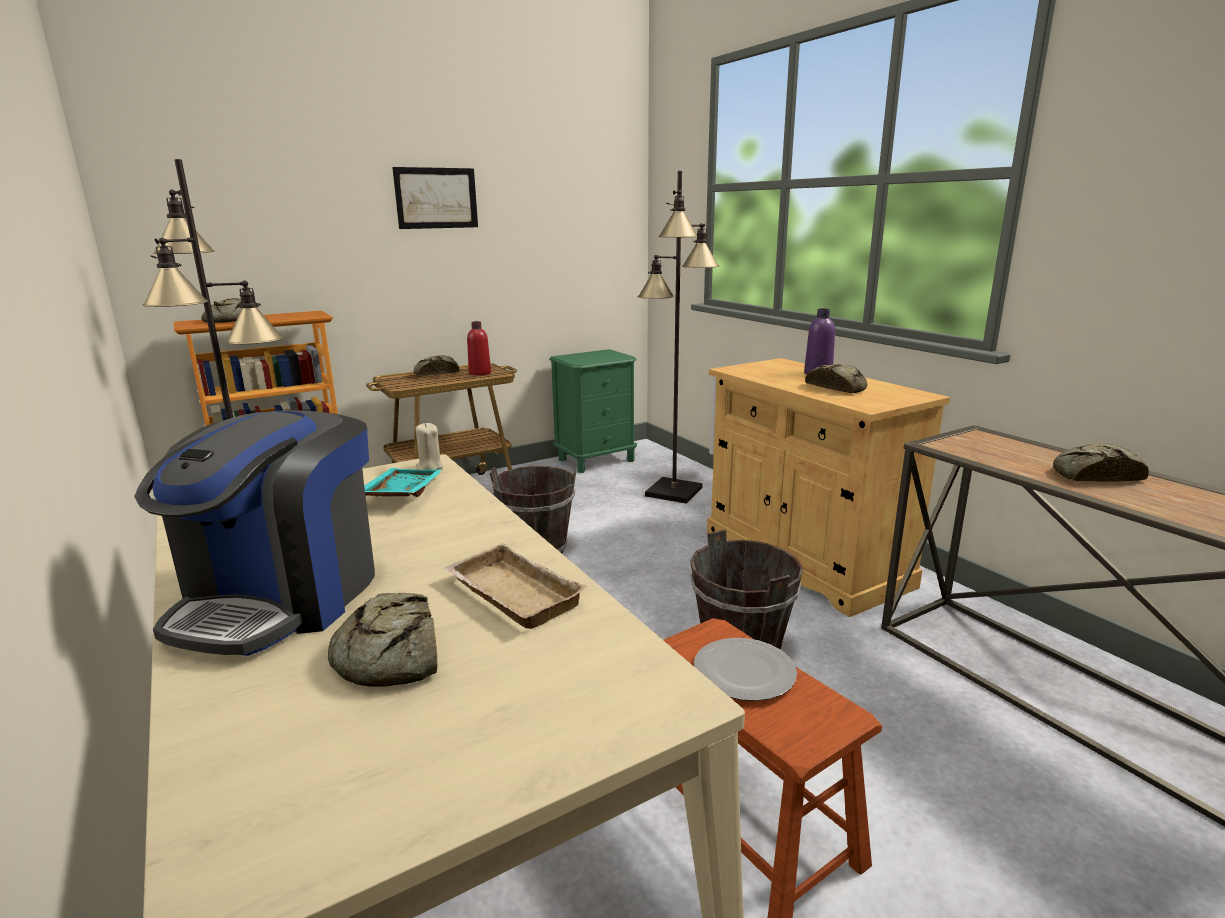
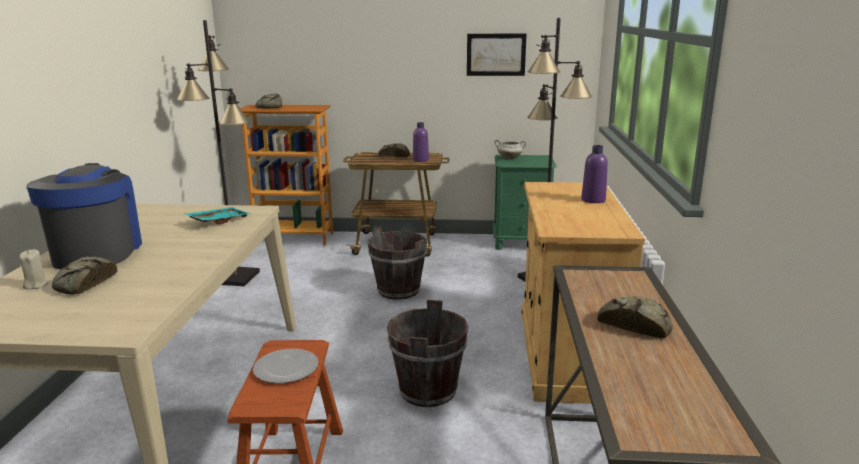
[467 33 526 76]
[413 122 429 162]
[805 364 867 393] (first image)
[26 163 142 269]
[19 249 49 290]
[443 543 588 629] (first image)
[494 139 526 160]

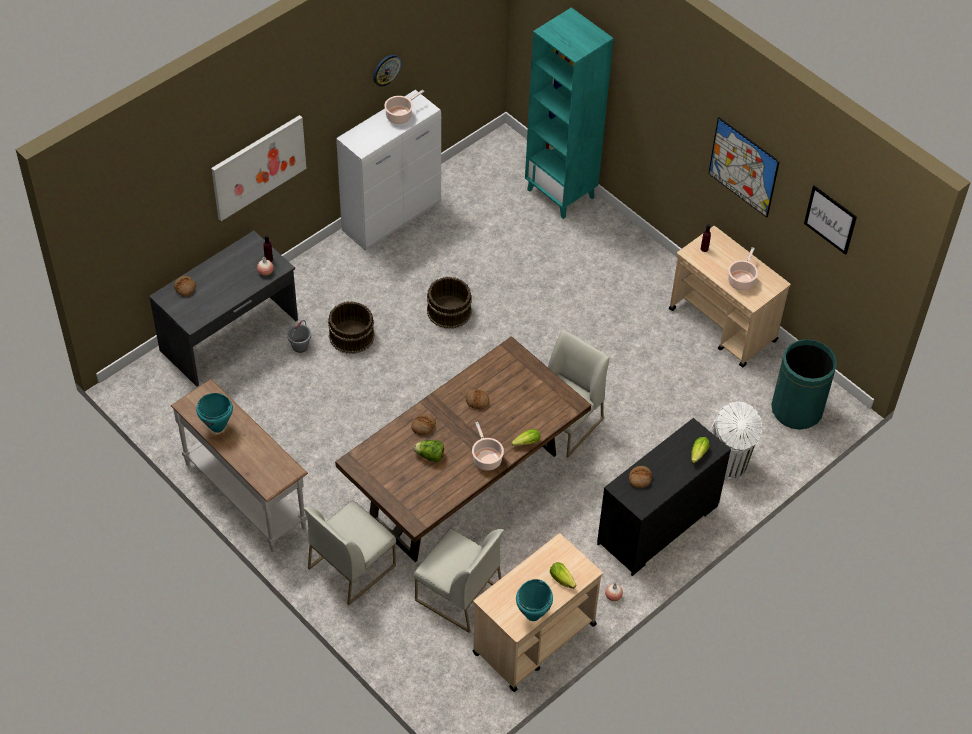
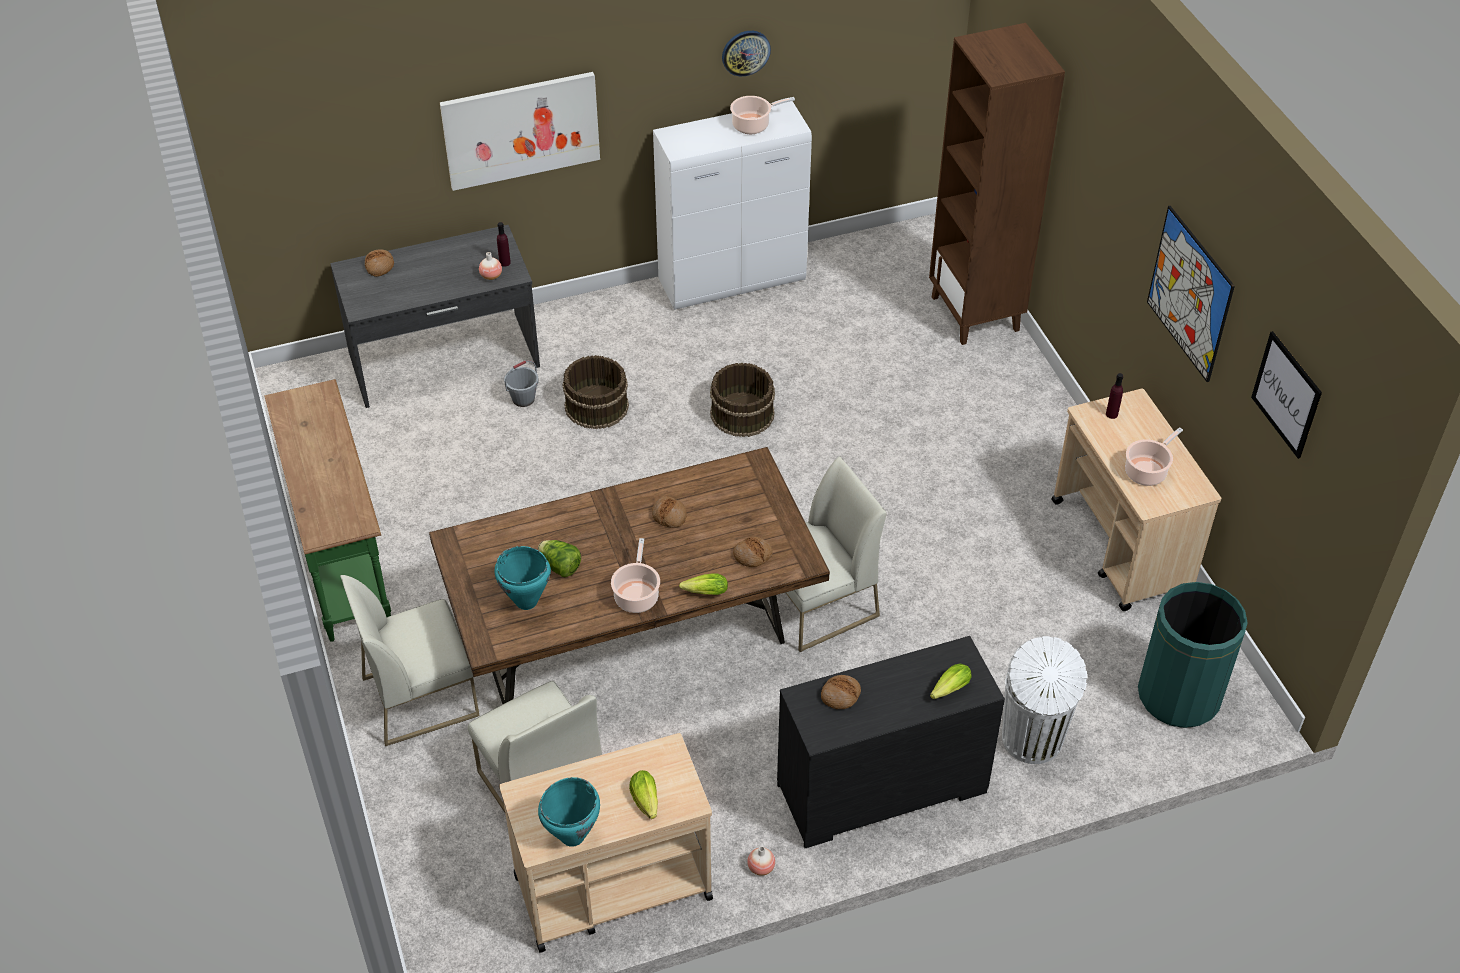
[929 23 1065 345]
[264 379 391 642]
[495 546 551 610]
[733 537 773 567]

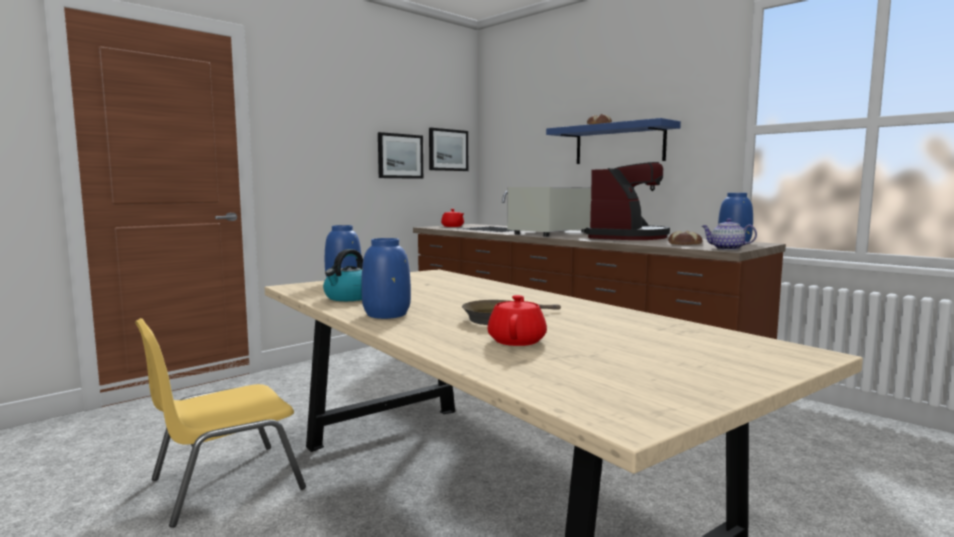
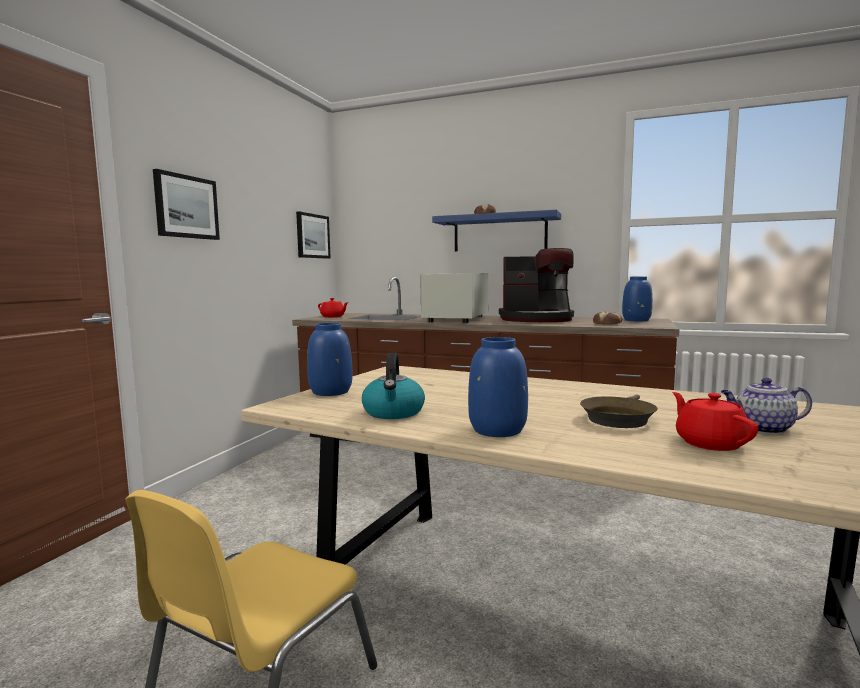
[153 169 220 240]
[499 248 574 322]
[721 378 812 434]

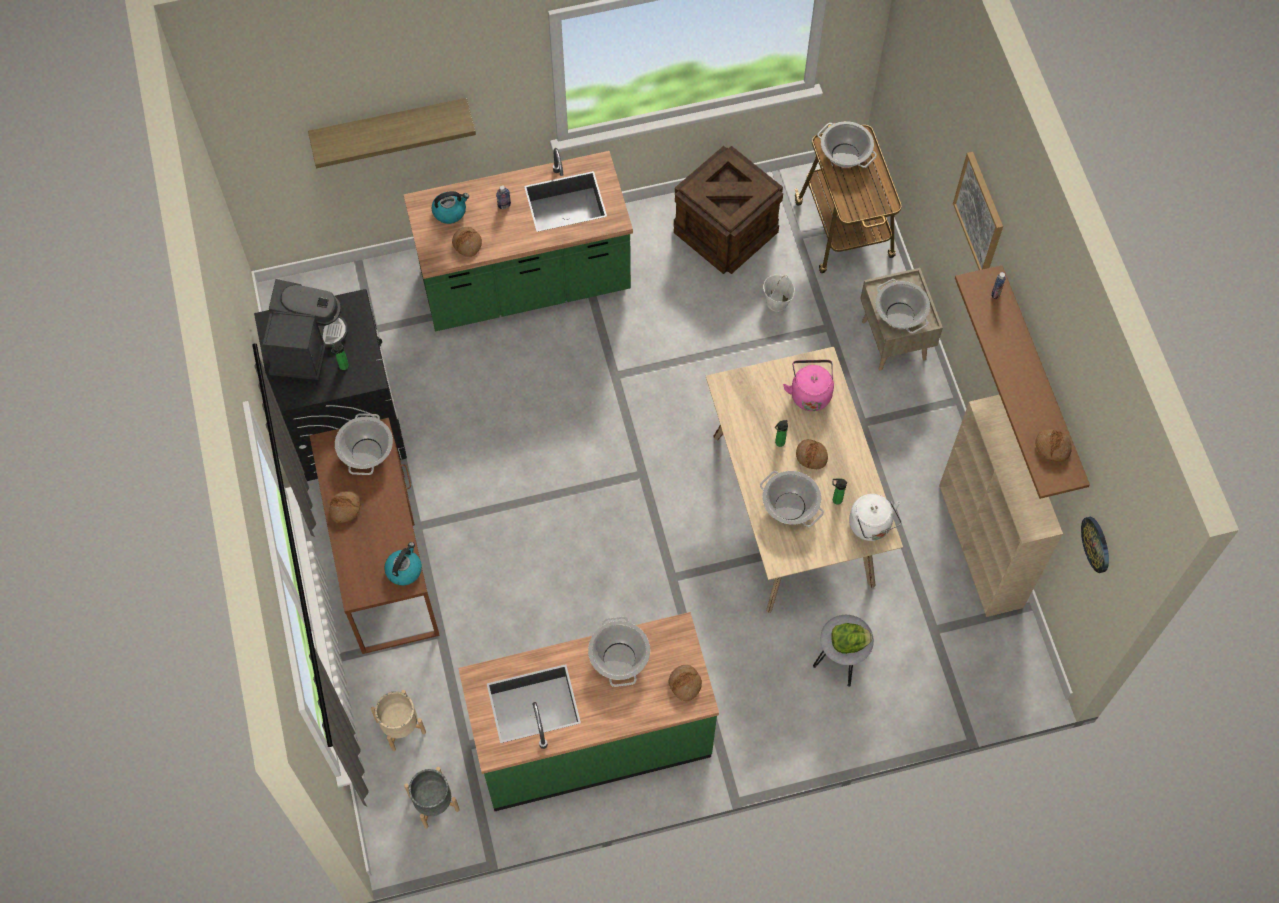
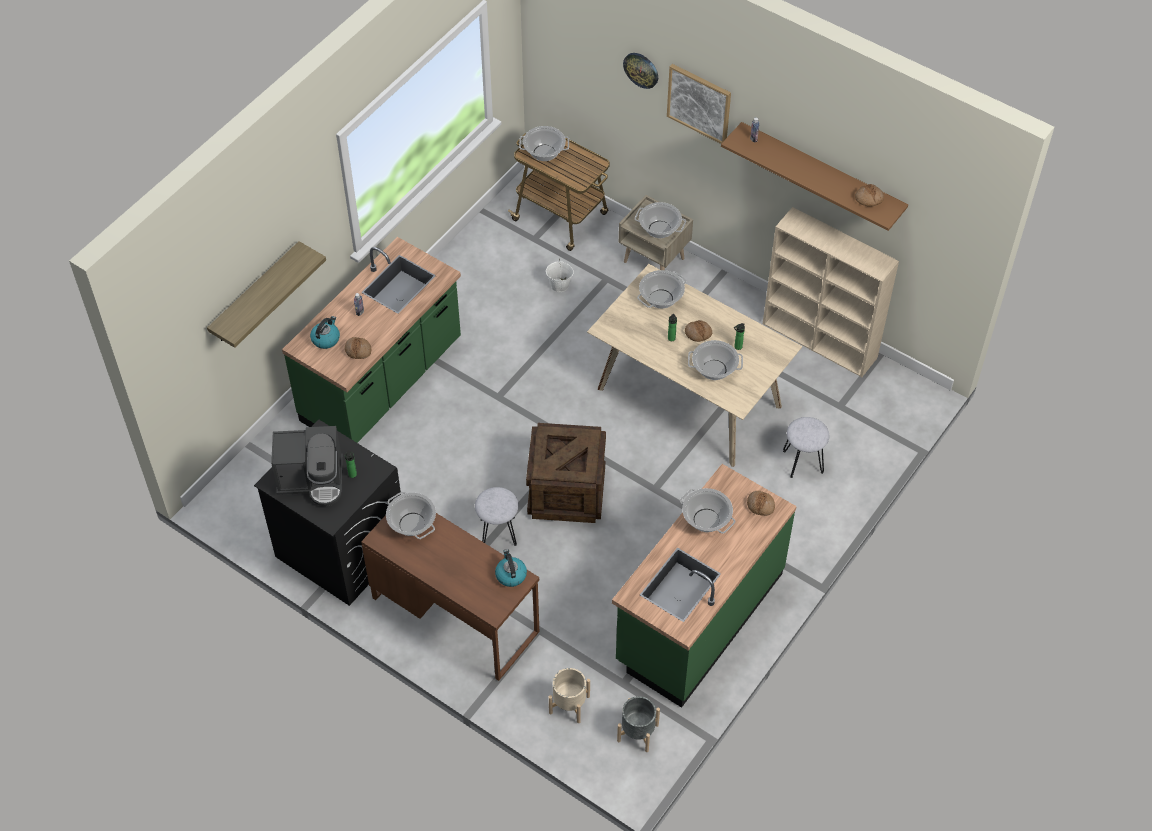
[526 423 606 523]
[271 426 343 506]
[637 270 686 309]
[329 491 361 523] (first image)
[849 494 902 541] (first image)
[623 53 658 89]
[831 623 872 654] (first image)
[475 487 519 546]

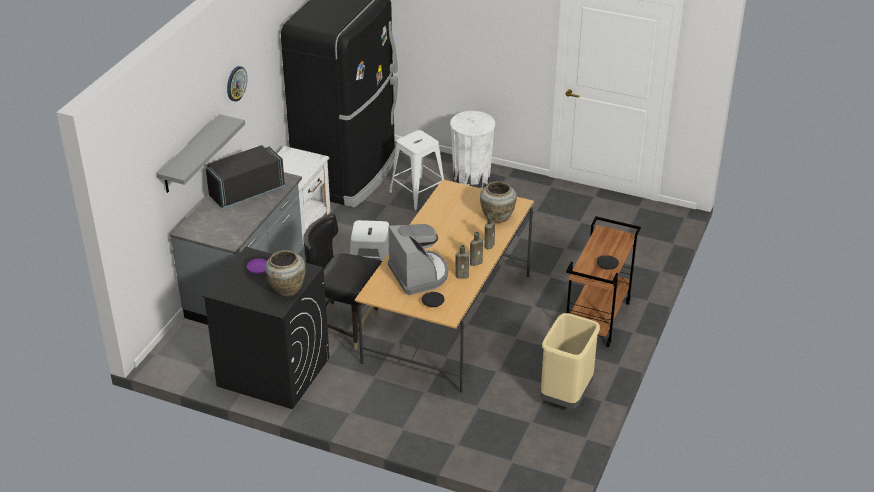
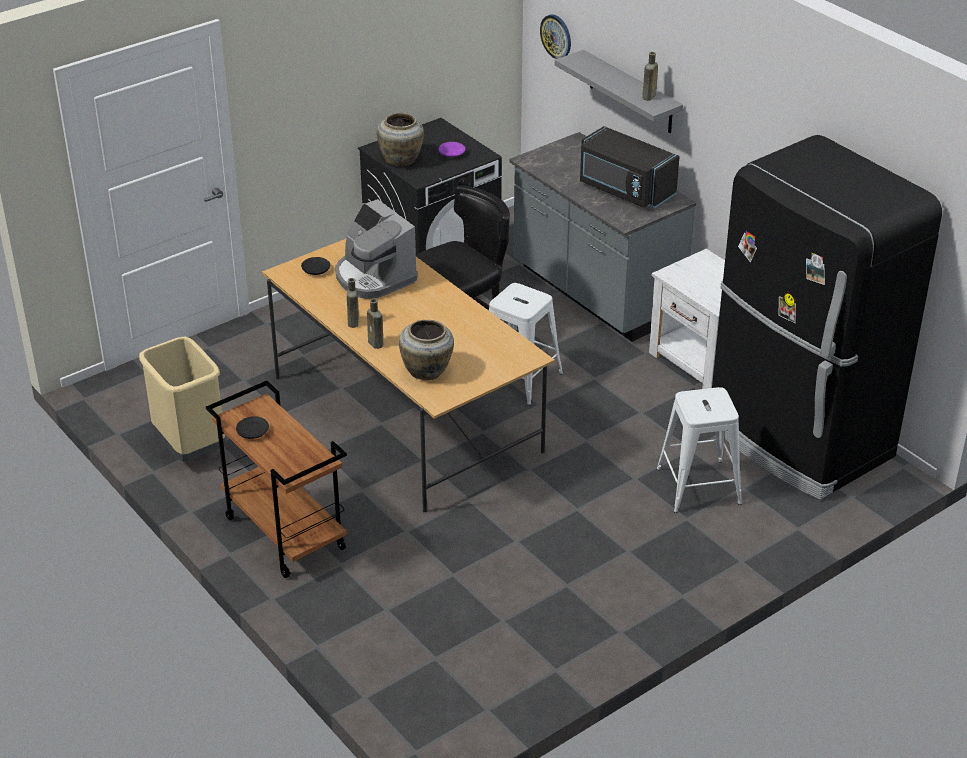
[540 14 571 59]
[450 111 495 189] (first image)
[580 126 680 208]
[335 199 418 299]
[642 52 658 101]

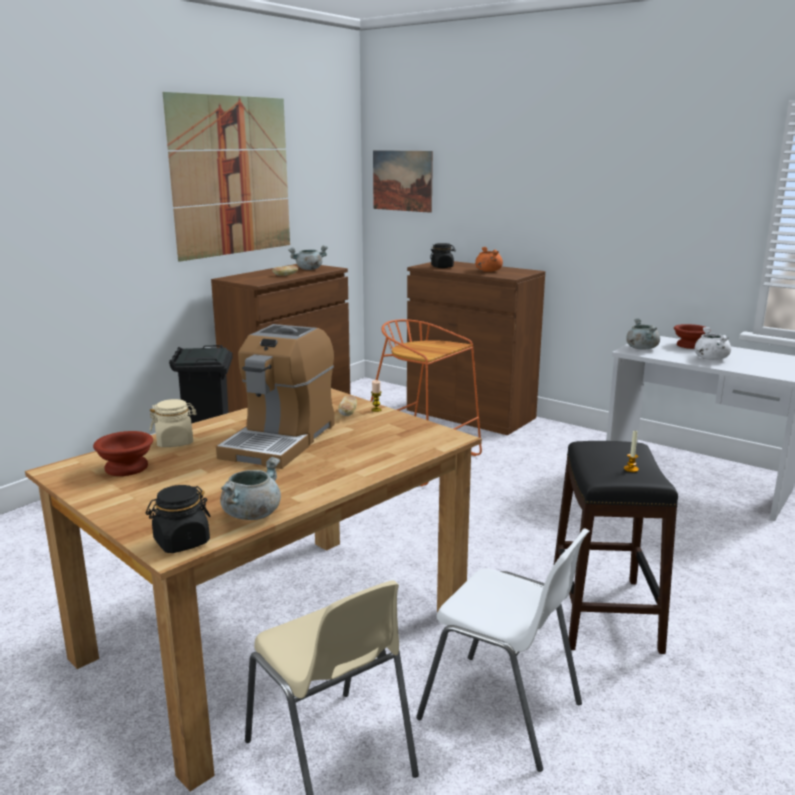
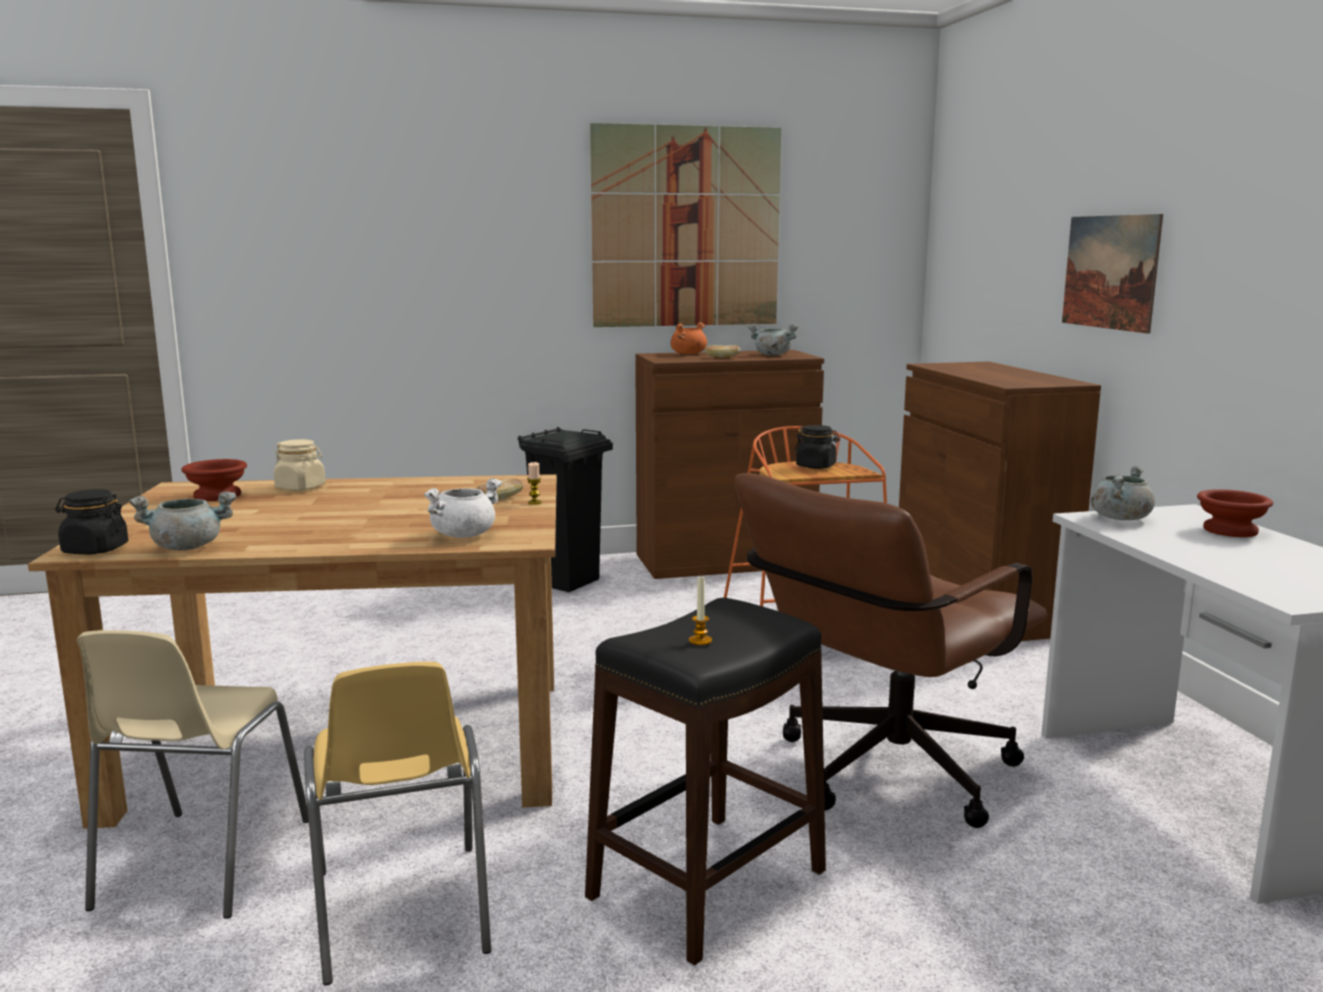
[1062 214 1163 334]
[795 425 840 469]
[670 322 707 354]
[216 324 335 469] (first image)
[424 478 502 538]
[304 662 491 985]
[735 473 1048 828]

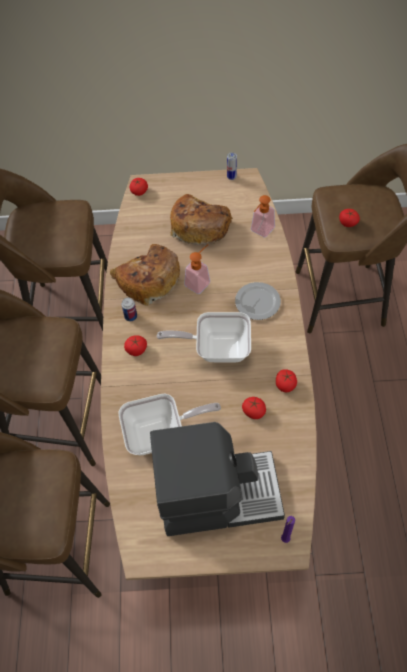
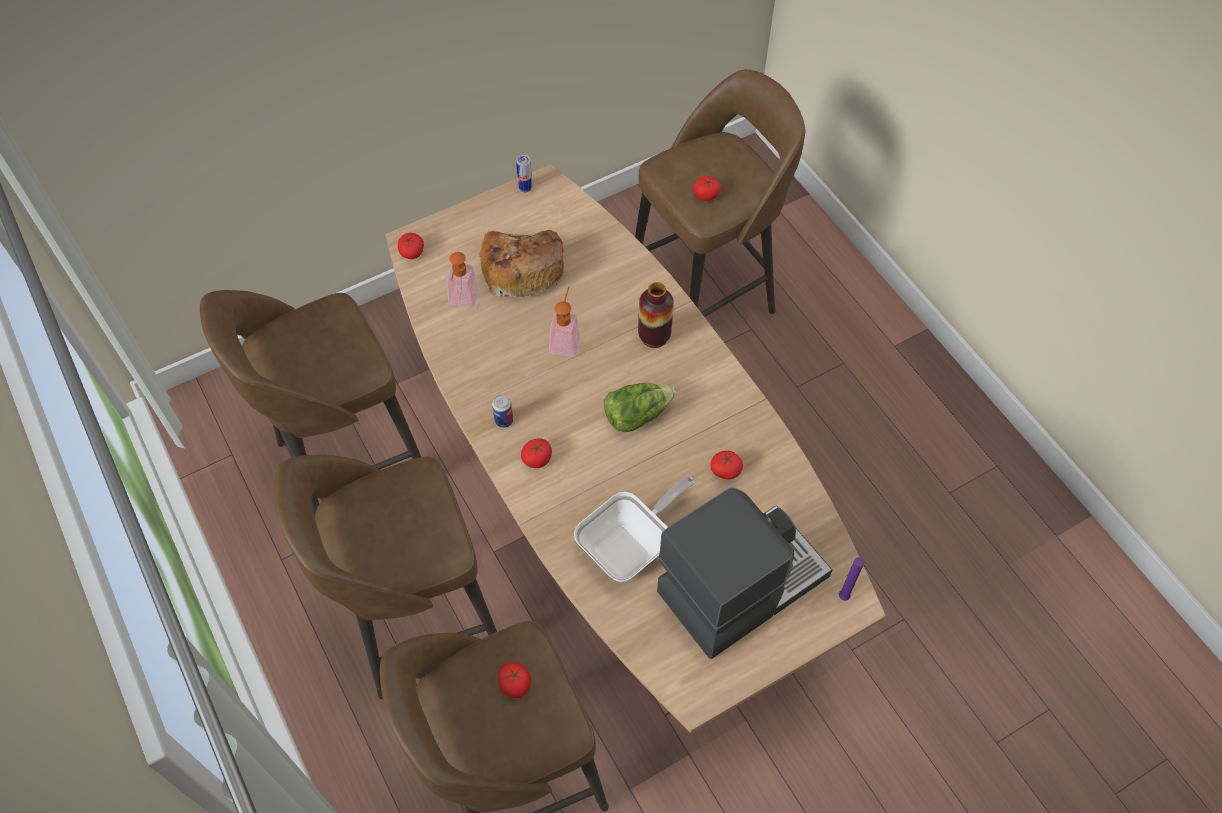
[447 252 480 308]
[110 244 180 306] (first image)
[638 282 674 348]
[604 383 675 432]
[498 662 531 698]

